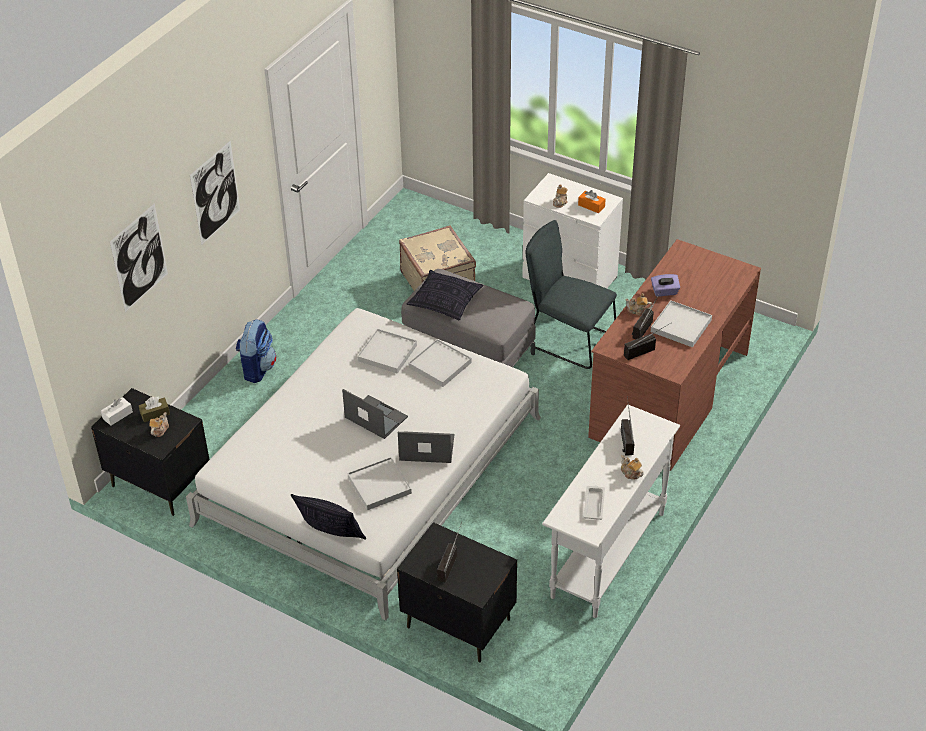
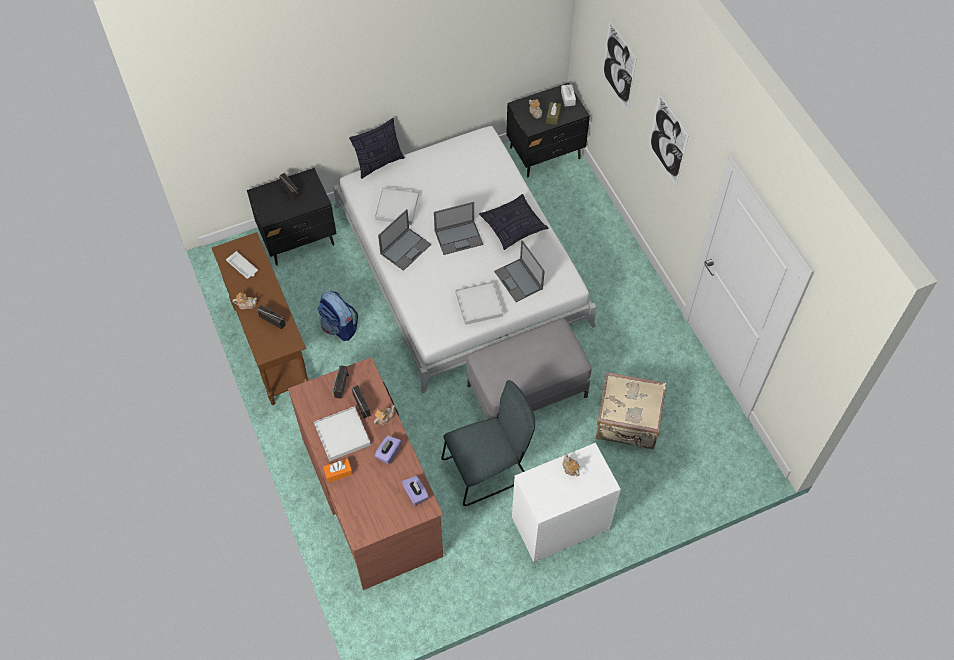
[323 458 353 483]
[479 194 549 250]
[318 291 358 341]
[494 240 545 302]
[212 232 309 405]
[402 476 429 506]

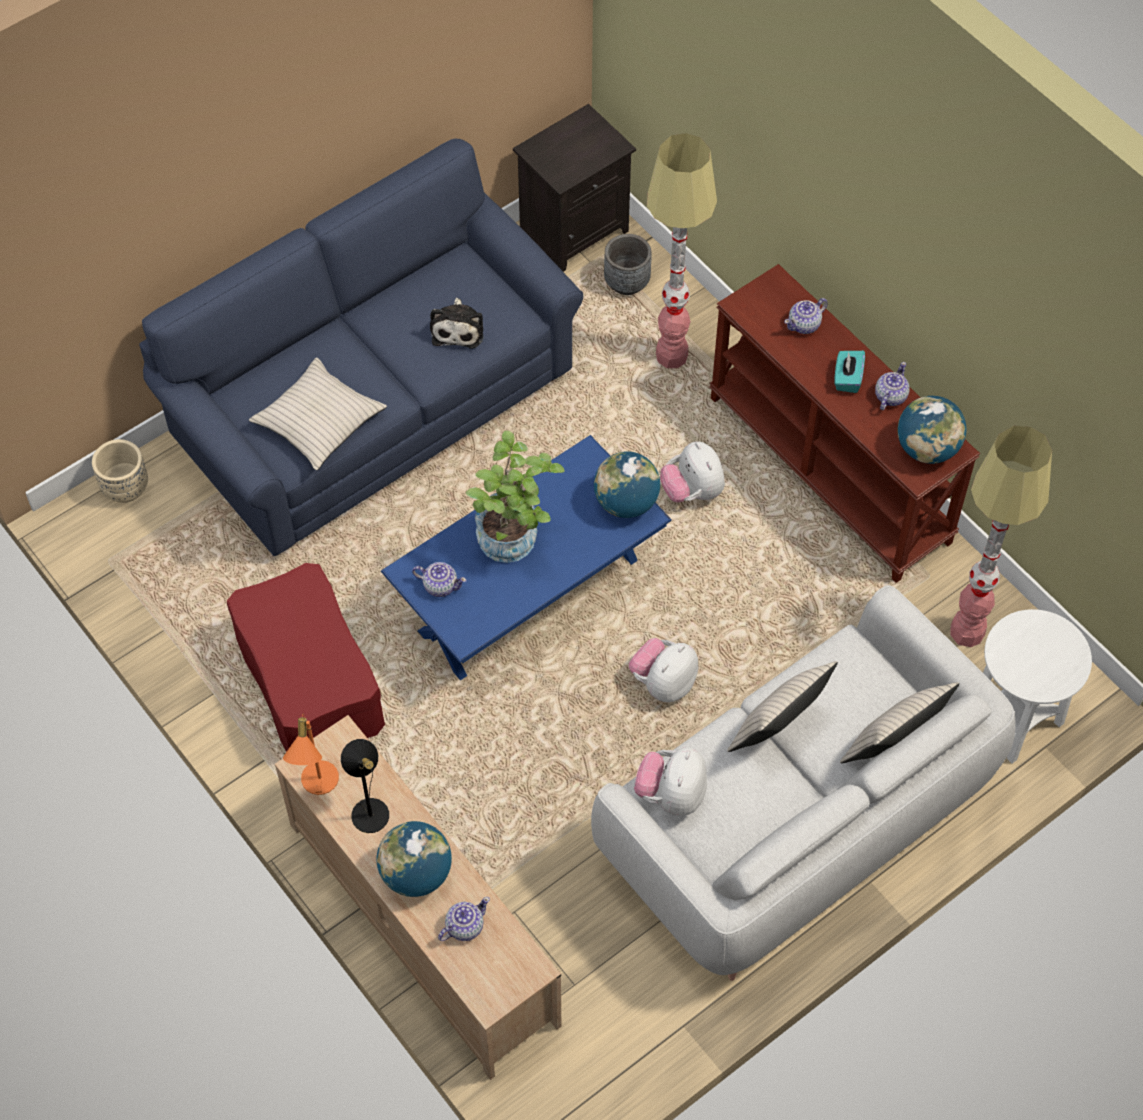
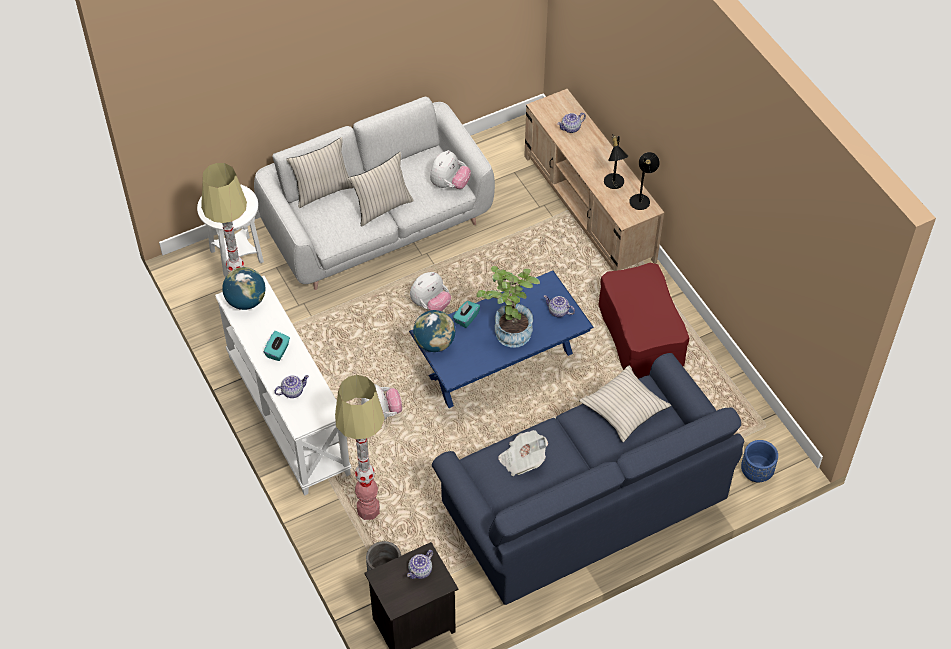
[215 276 352 496]
[498 430 548 476]
[407 550 433 579]
[741 440 778 482]
[629 152 660 210]
[377 821 452 897] (first image)
[453 301 480 328]

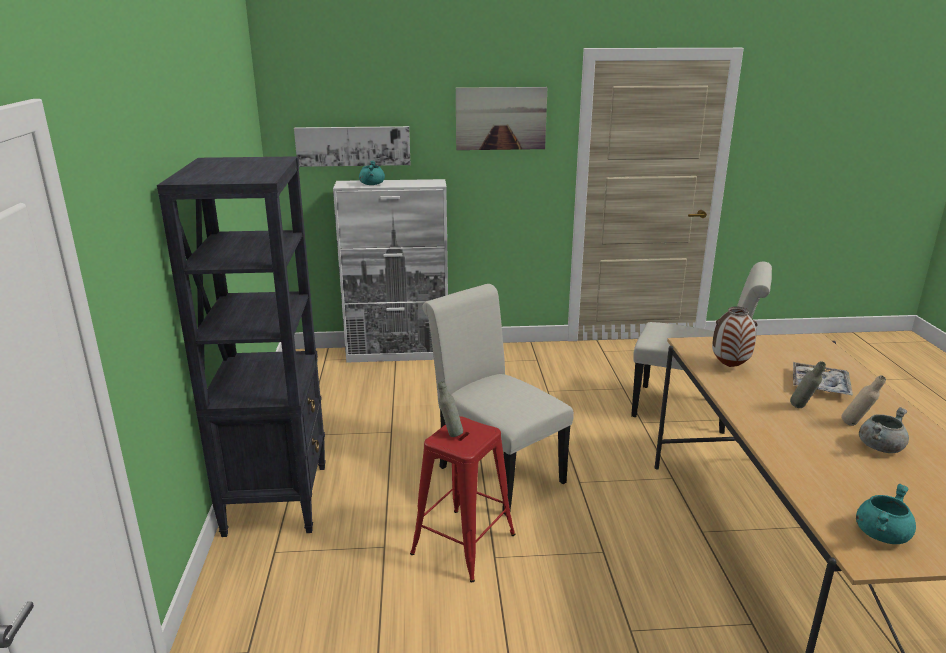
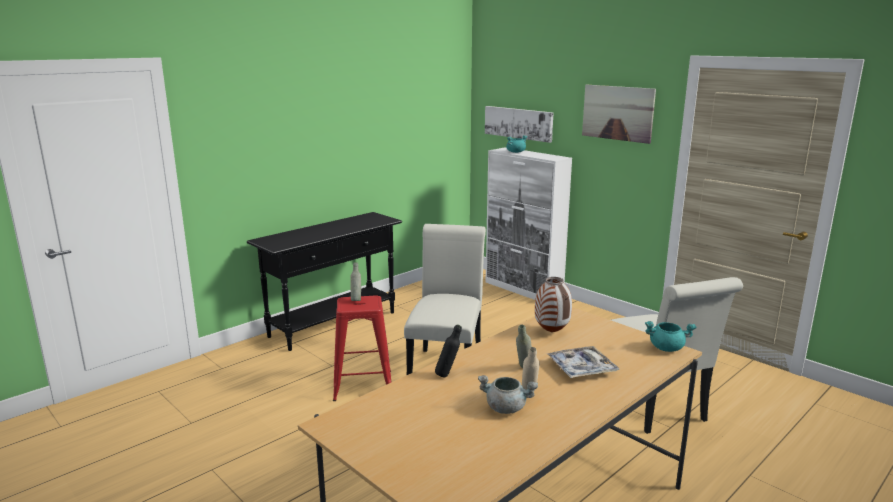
[247 212 402 351]
[645 321 697 352]
[435 324 462 377]

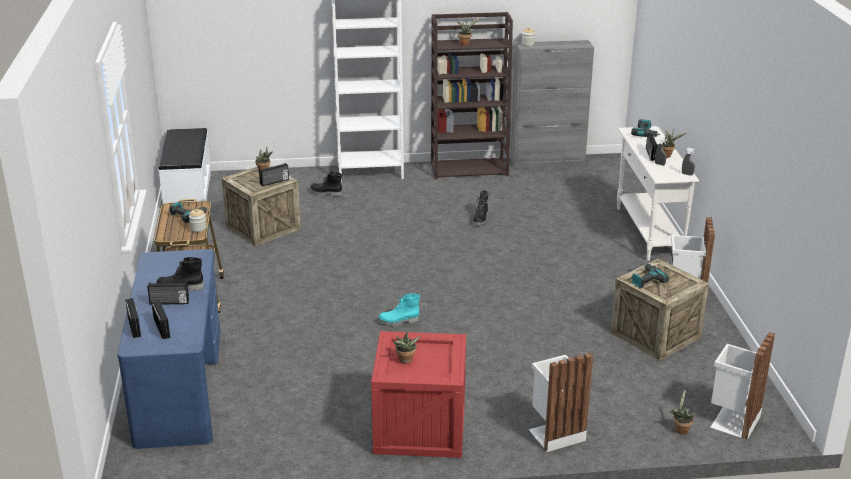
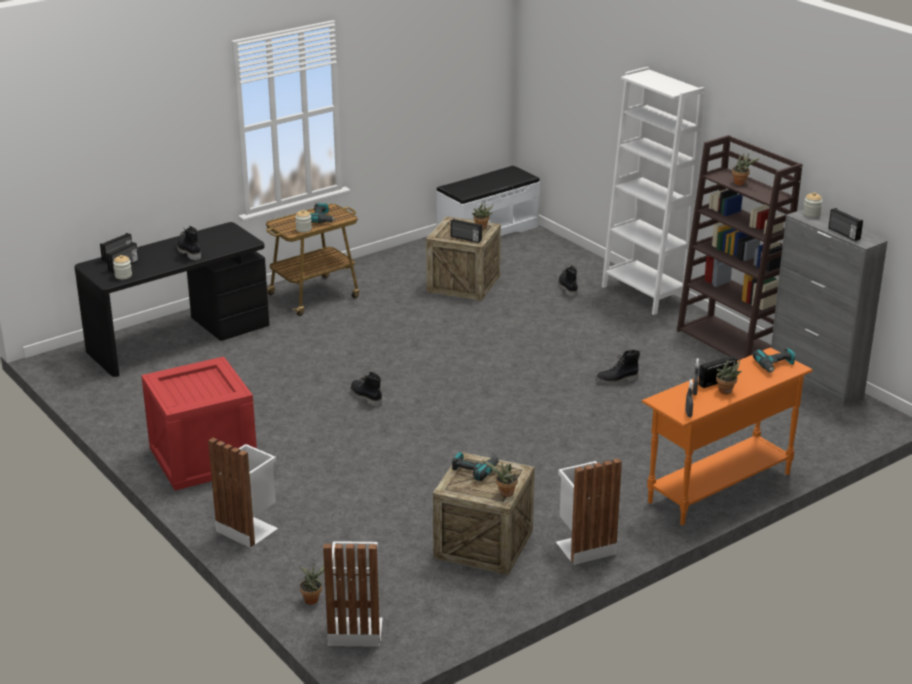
[642 348 813 525]
[74 222 269 377]
[828 208 863 241]
[351 372 382 407]
[482 460 518 497]
[113 255 132 279]

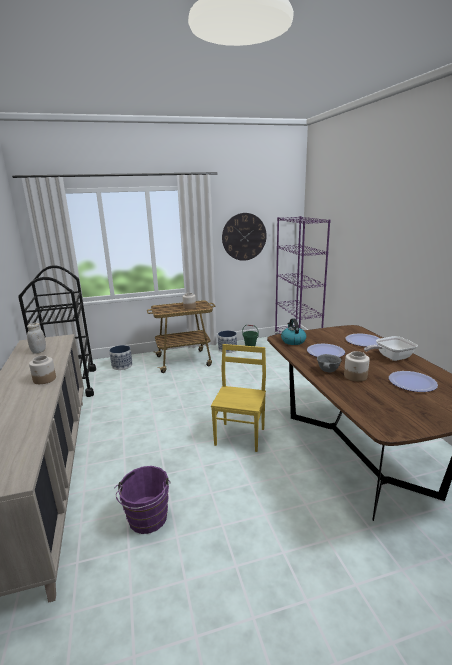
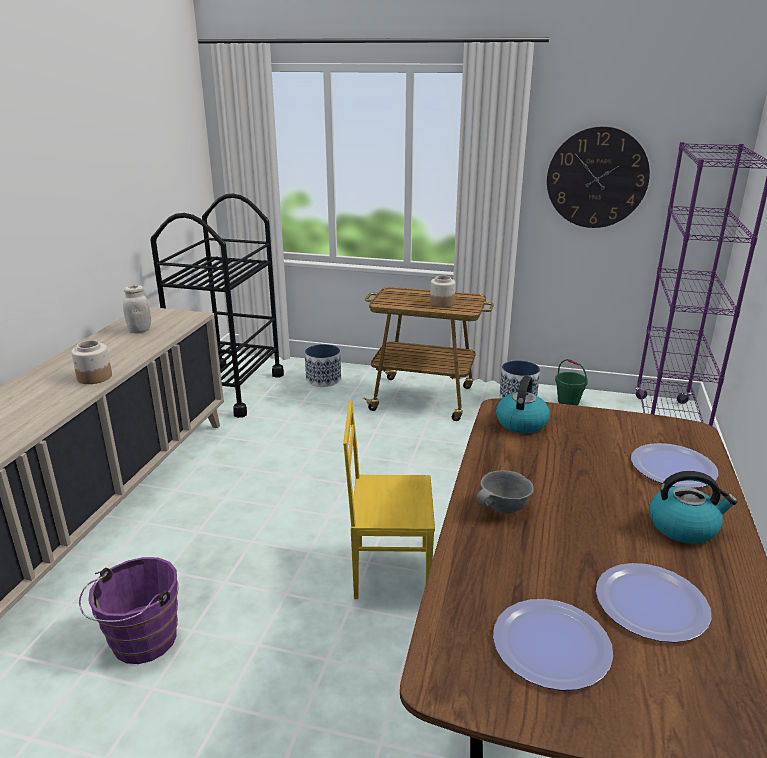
[649 471 738 544]
[343 400 435 599]
[493 599 613 691]
[344 351 370 382] (first image)

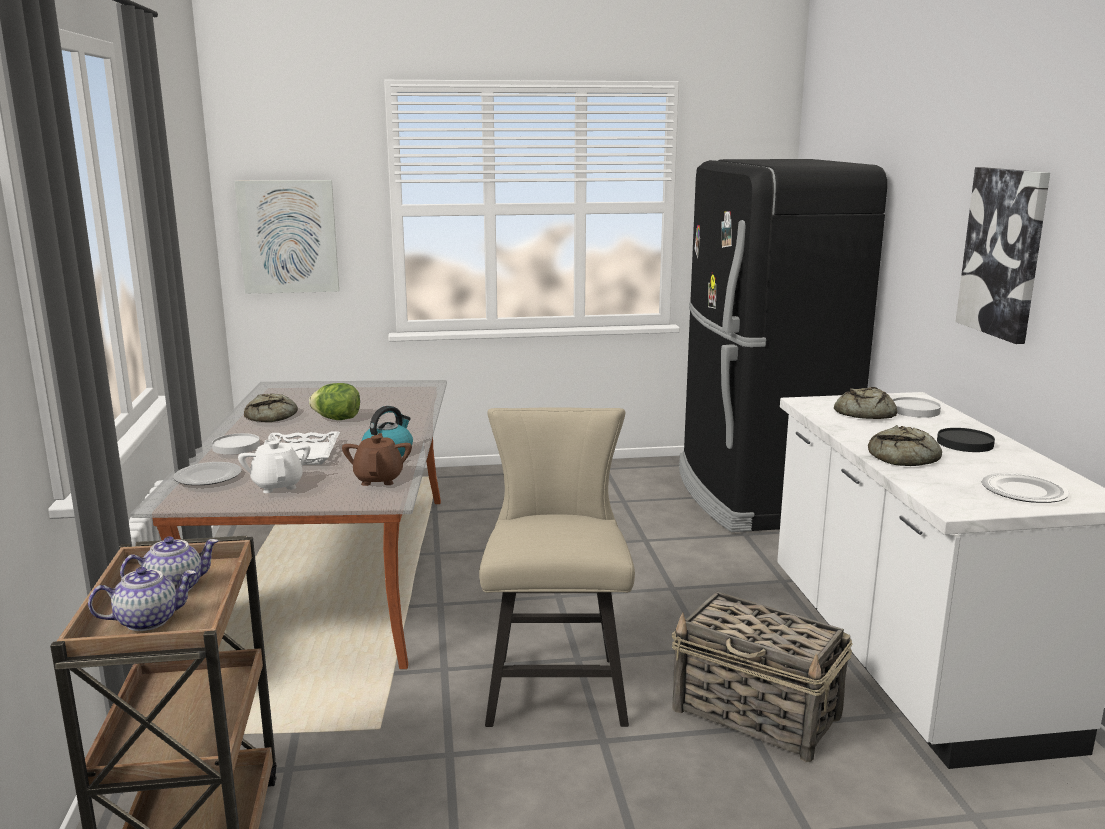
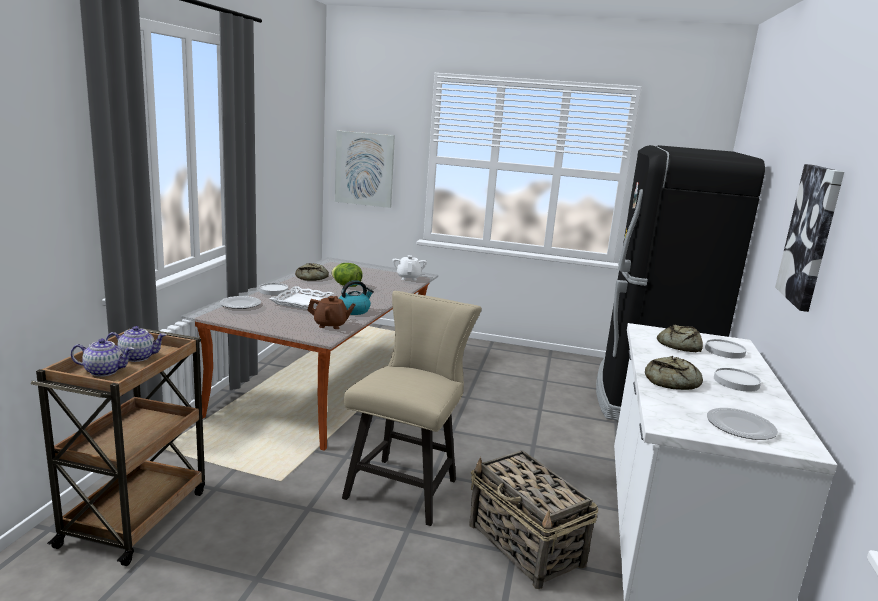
[714 368 761 392]
[308 296 356 329]
[392 255 427 281]

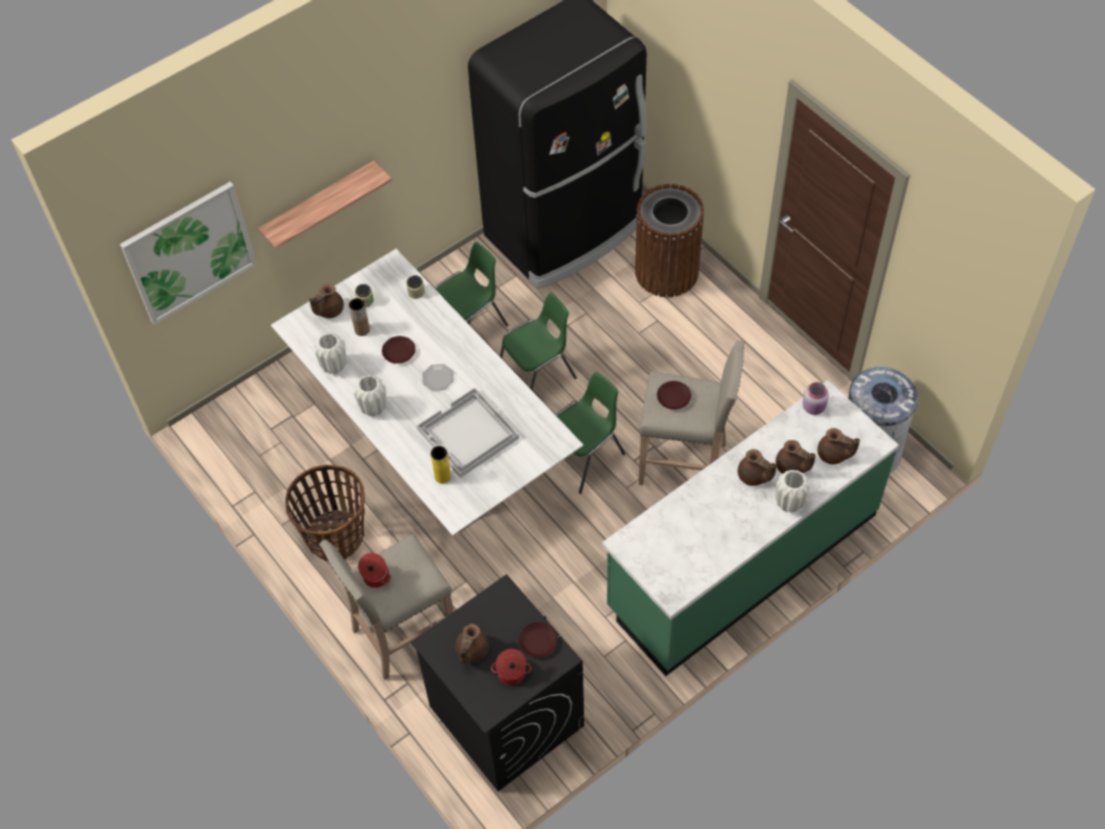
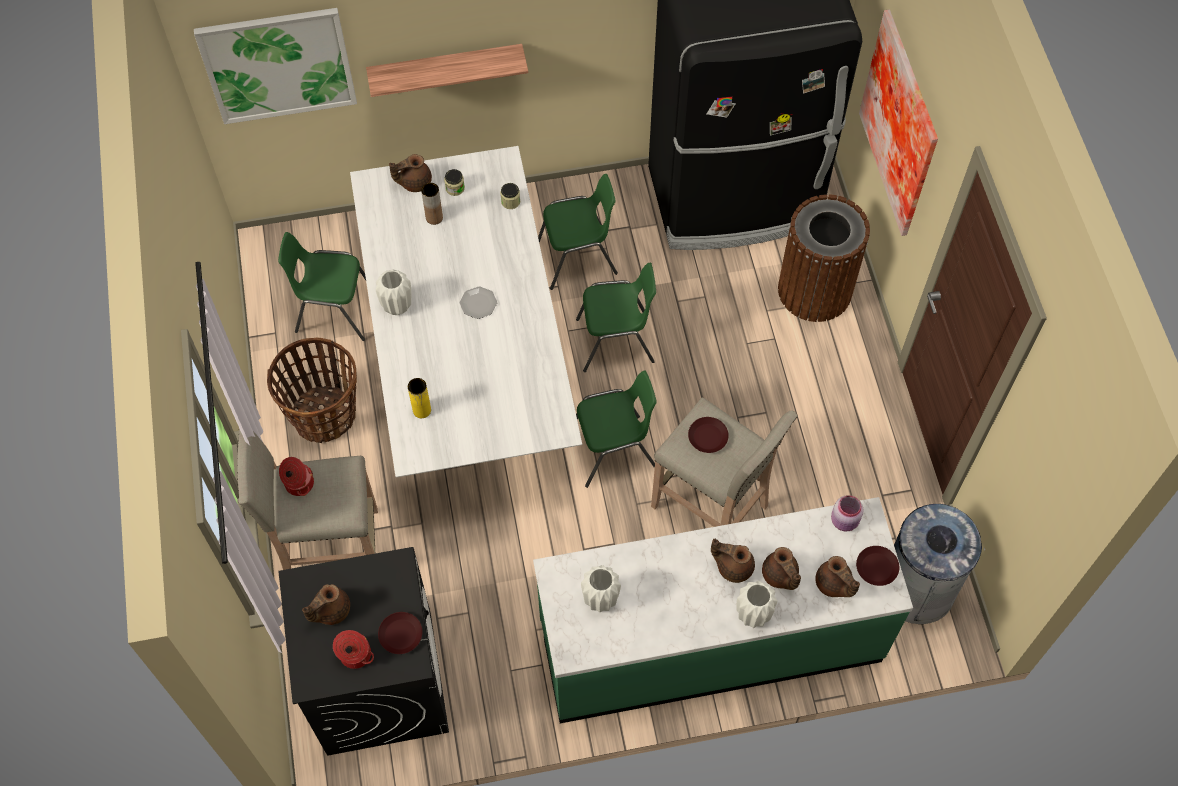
[581 565 621 612]
[856 546 899 586]
[417 388 519 478] (first image)
[711 539 755 583]
[859 10 938 236]
[278 232 366 341]

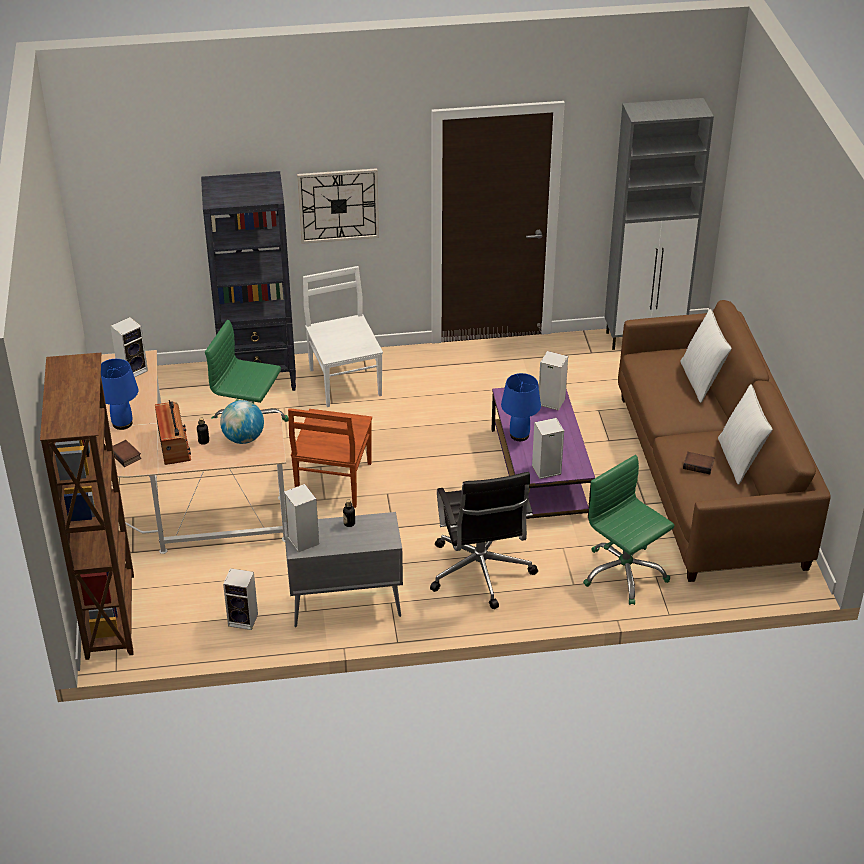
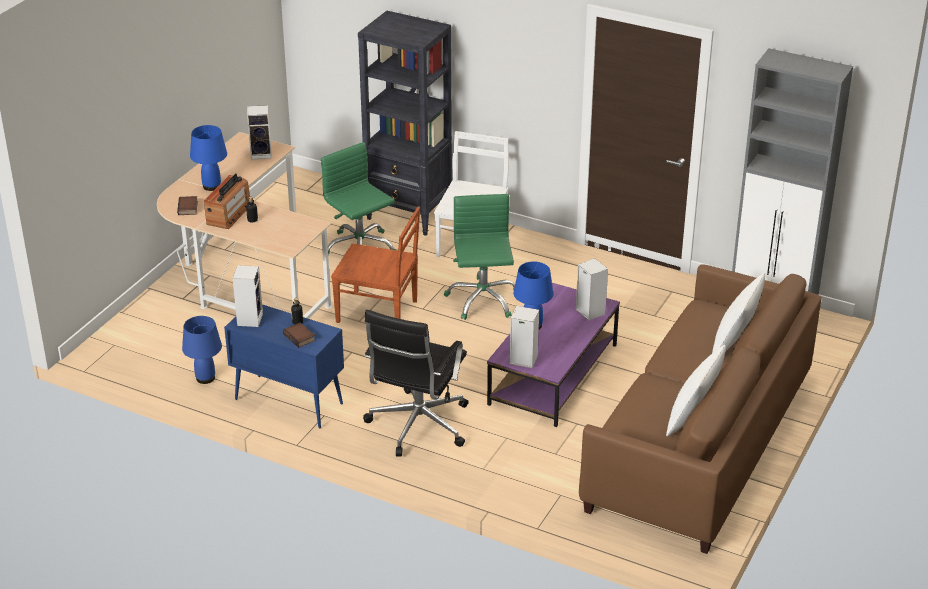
[297 168 379 244] (first image)
[40 353 134 660] (first image)
[220 400 264 444] (first image)
[331 206 420 323]
[283 322 315 348]
[444 194 515 320]
[224 304 344 428]
[182 316 222 384]

